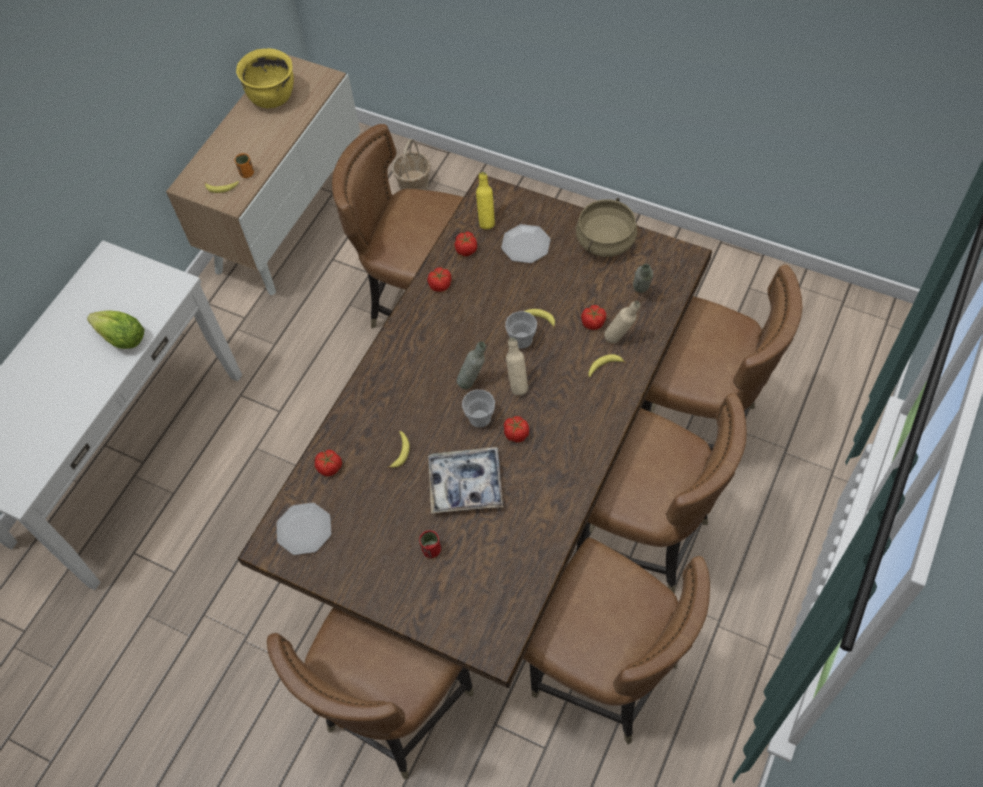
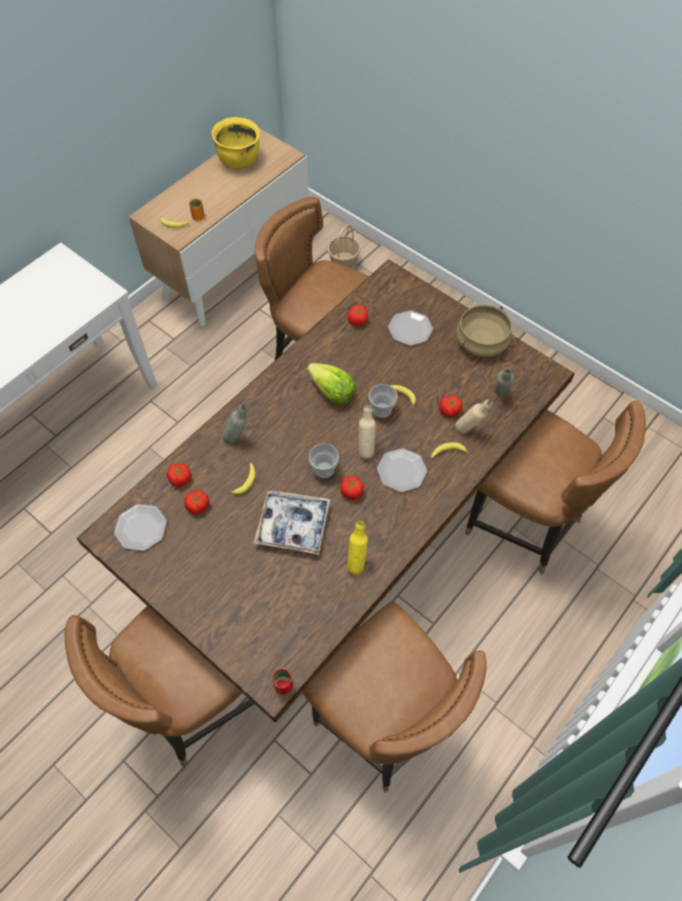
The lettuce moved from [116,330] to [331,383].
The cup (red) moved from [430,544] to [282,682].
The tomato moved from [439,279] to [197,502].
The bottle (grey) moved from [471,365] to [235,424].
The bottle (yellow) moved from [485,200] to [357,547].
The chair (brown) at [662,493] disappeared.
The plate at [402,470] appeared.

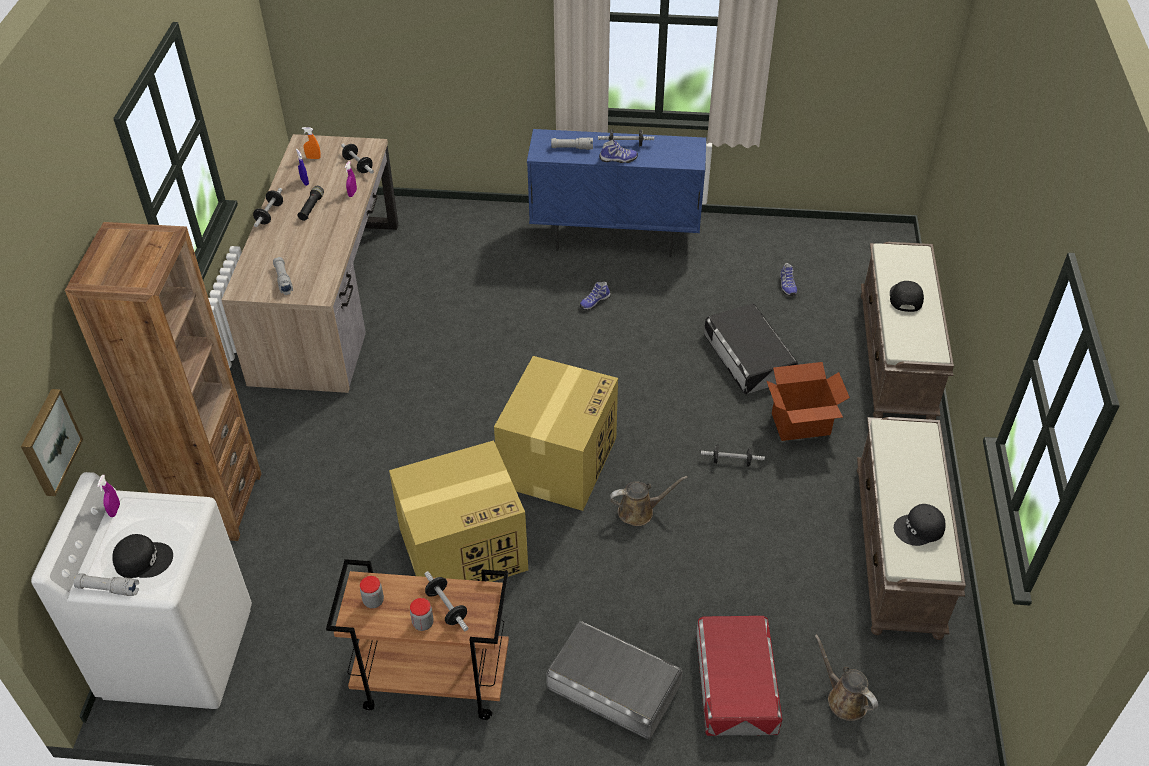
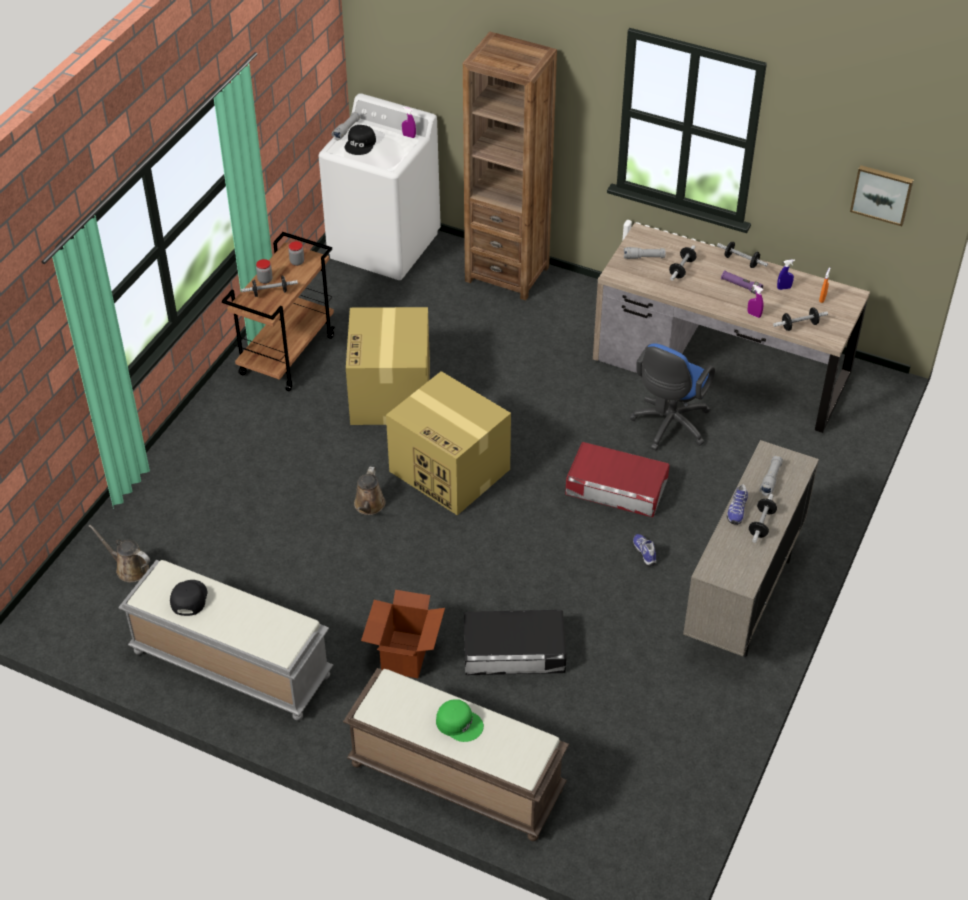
The picture moved from [52,442] to [882,195].
The flashlight (black) at [311,203] became the flashlight (purple) at [742,282].
The cabinet (blue) at [616,193] became the cabinet (beige) at [751,548].
The storage box (grey) at [614,680] disappeared.
The storage box (red) moved from [739,676] to [617,479].
The dumbbell moved from [733,455] to [682,263].
The shoe at [788,279] disappeared.
The watering can (brown) at [846,677] turned 135 degrees counterclockwise.
The bench (brown) at [911,528] became the bench (grey) at [225,640].
The cap (black) at [907,296] became the cap (green) at [460,720].
The office chair (blue) at [672,397] appeared.

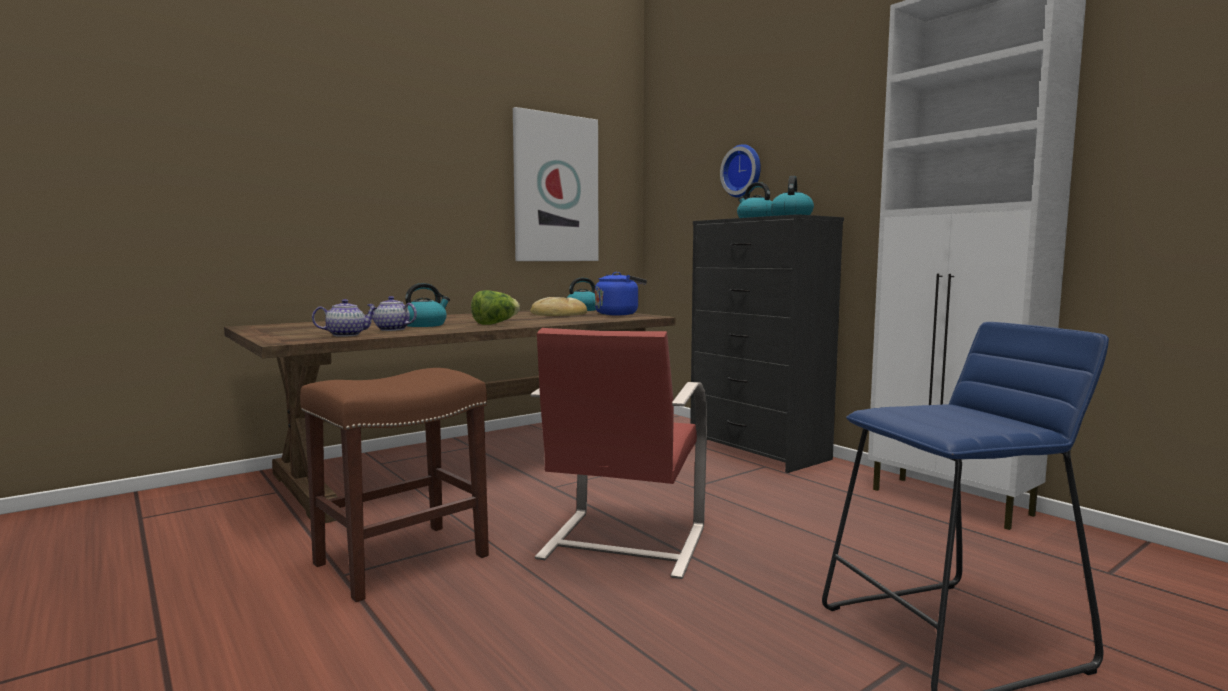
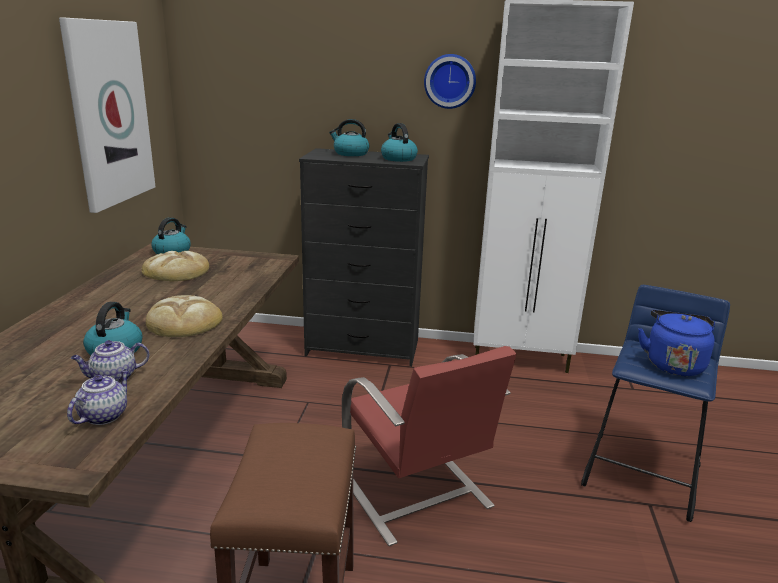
The lettuce at [495,307] was replaced by the bread at [184,316].
The kettle (blue) moved from [621,294] to [676,343].
The wall clock moved from [740,171] to [450,81].

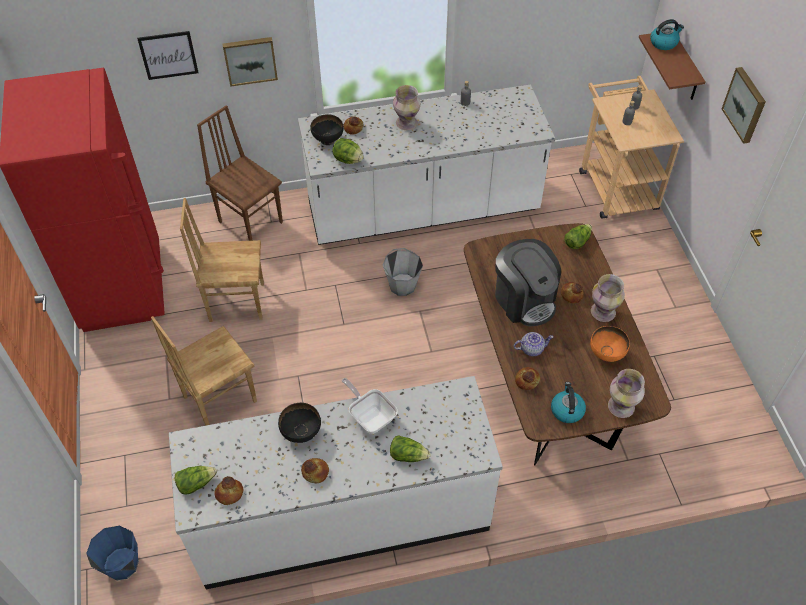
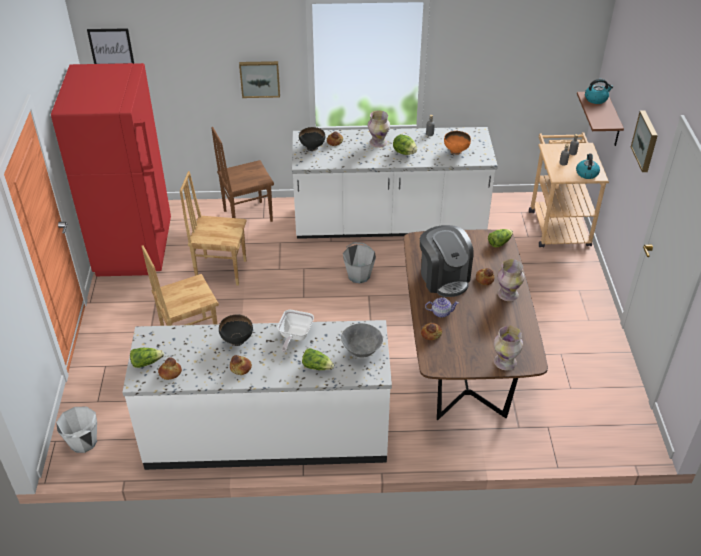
The bucket (blue) at [112,553] became the bucket (white) at [76,430].
The picture moved from [168,55] to [110,46].
The chair (brown) at [240,173] turned 75 degrees counterclockwise.
The lettuce moved from [348,151] to [405,144].
The frying pan at [369,406] turned 135 degrees counterclockwise.
The kettle moved from [568,402] to [588,166].
The bowl (orange) moved from [610,344] to [457,143].
The bowl (grey) at [362,340] appeared.

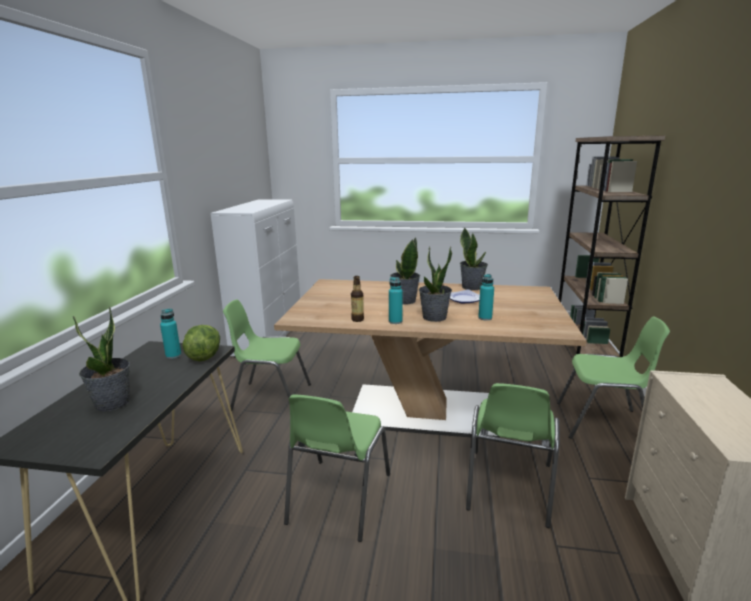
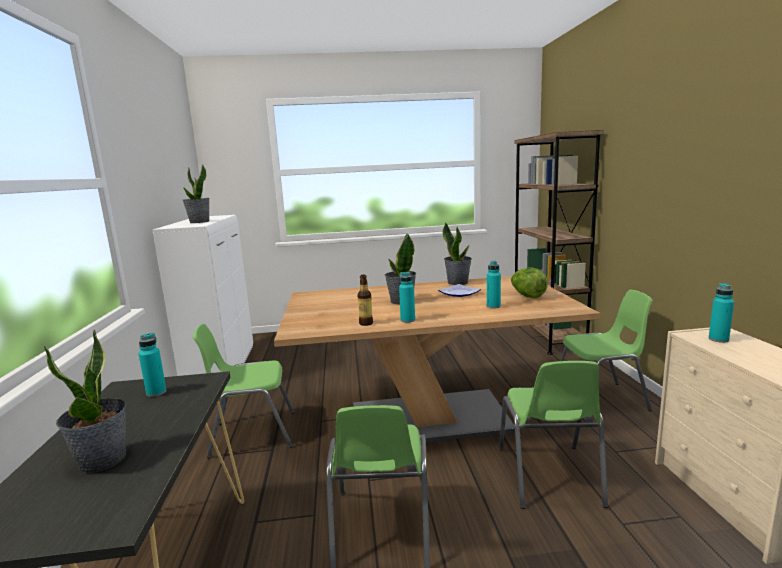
The lettuce moved from [201,343] to [529,282].
The potted plant moved from [435,284] to [196,194].
The bottle (turquoise) at [721,313] appeared.

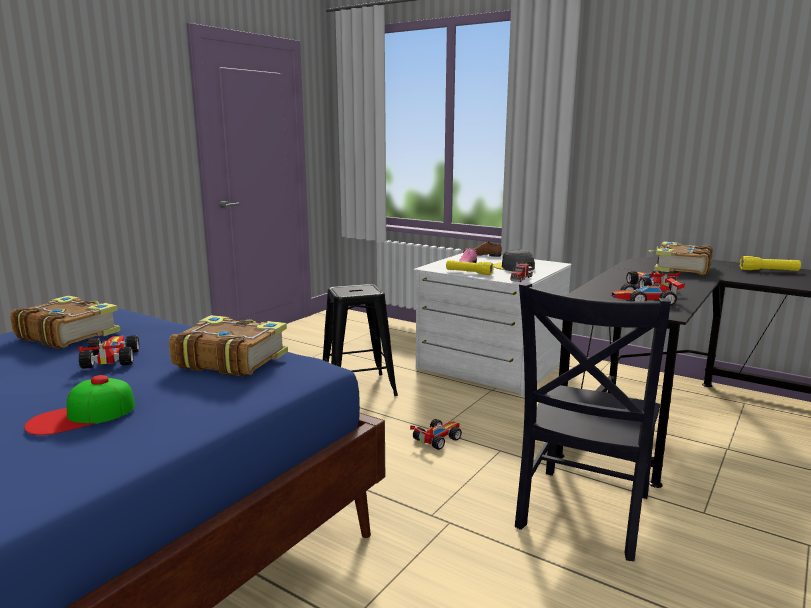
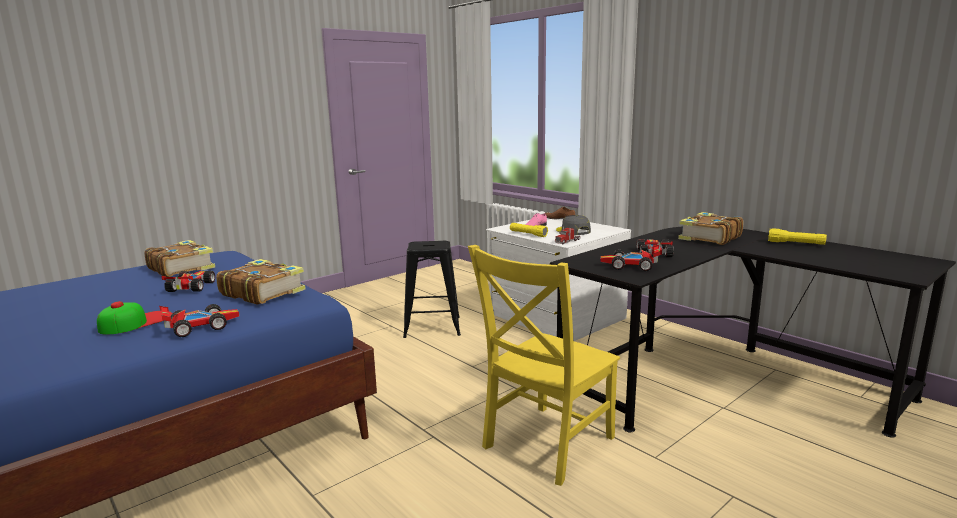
The cap at [79,405] turned 150 degrees clockwise.
The toy car moved from [436,434] to [199,320].
The chair (black) at [593,422] became the chair (yellow) at [544,365].

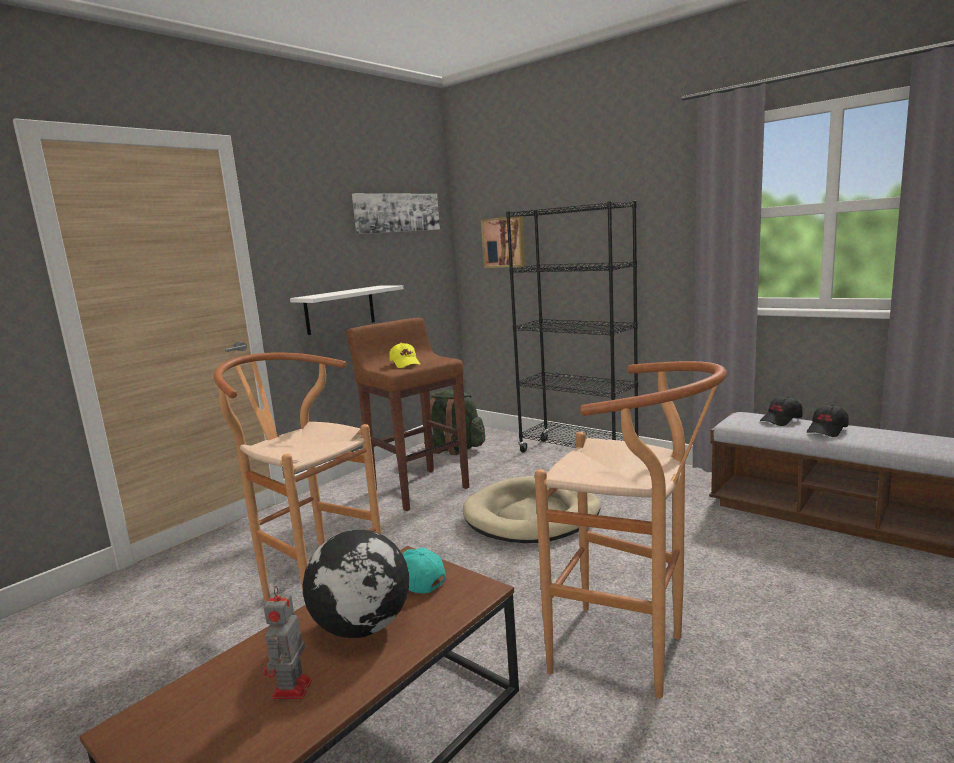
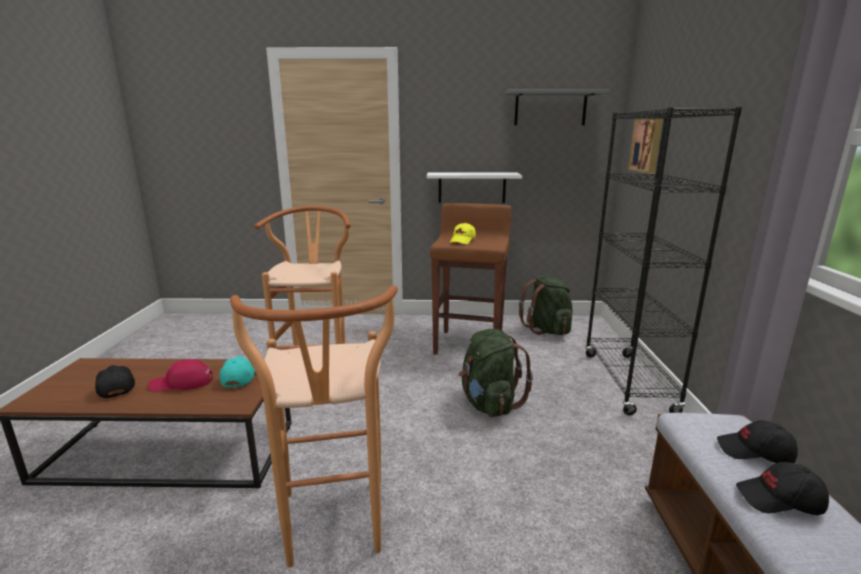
The toy robot at [287,642] was replaced by the cap (black) at [115,381].
The globe at [356,584] was replaced by the cap (red) at [181,375].
The picture at [396,213] was replaced by the shelf (grey) at [557,107].
The dog bed (beige) at [532,509] was replaced by the backpack (green) at [495,373].

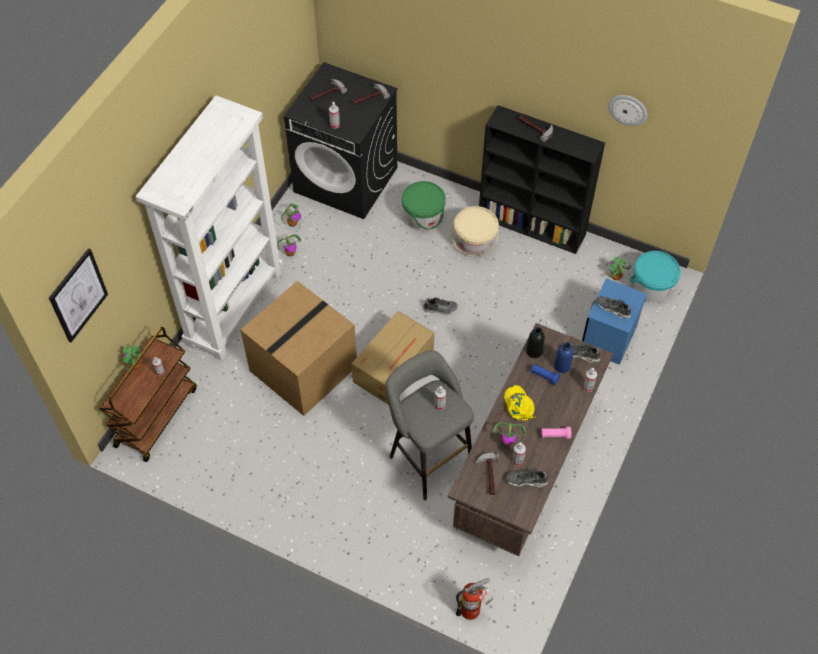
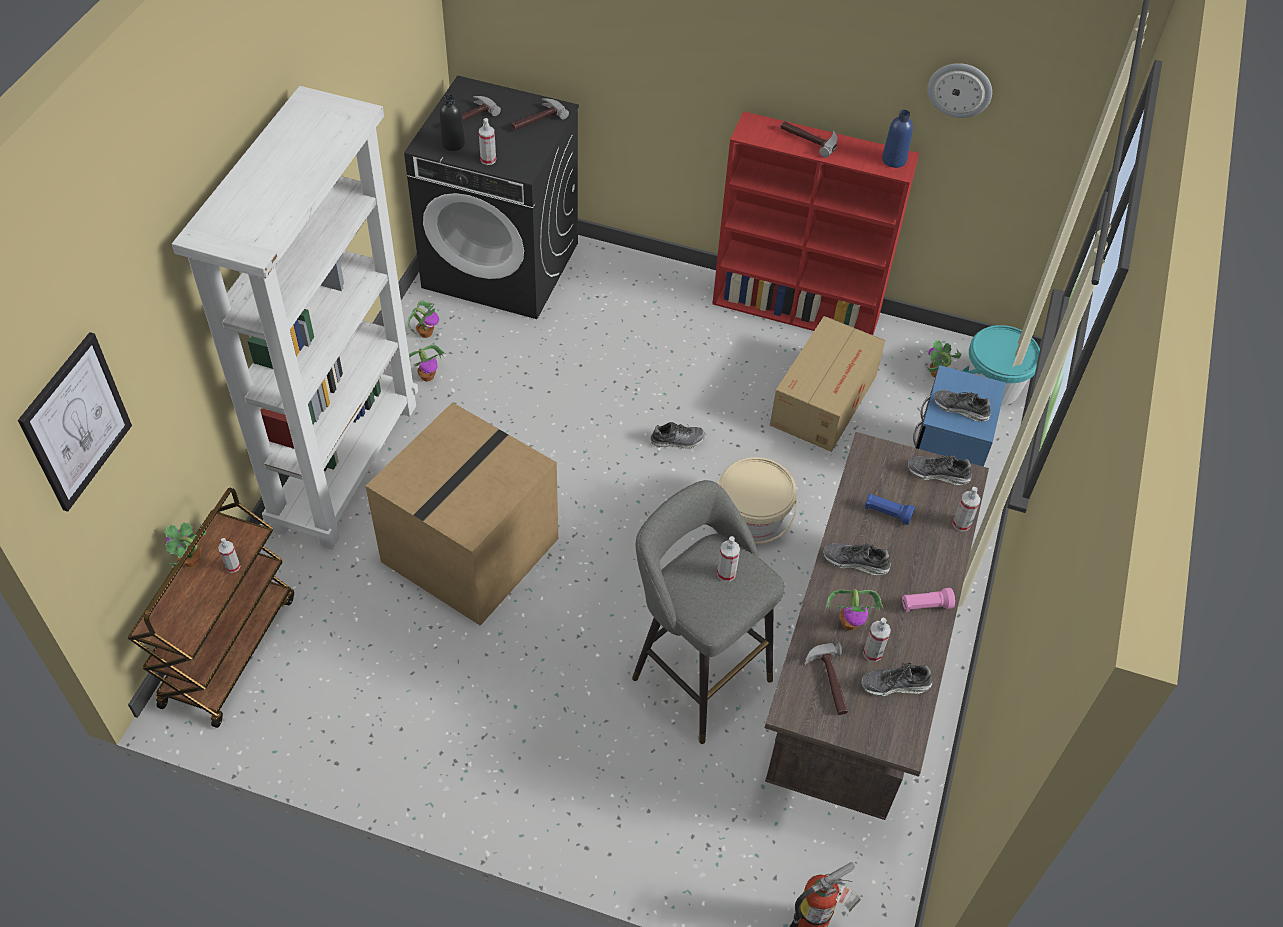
The cardboard box moved from [392,358] to [827,384].
The bucket (green) at [424,206] disappeared.
The bucket (beige) moved from [475,231] to [757,501].
The bookcase (black) at [542,179] became the bookcase (red) at [815,223].
The cap (yellow) at [520,403] was replaced by the shoe at [856,559].
The bottle (black) moved from [535,342] to [452,123].
The bottle (blue) moved from [563,357] to [897,139].

